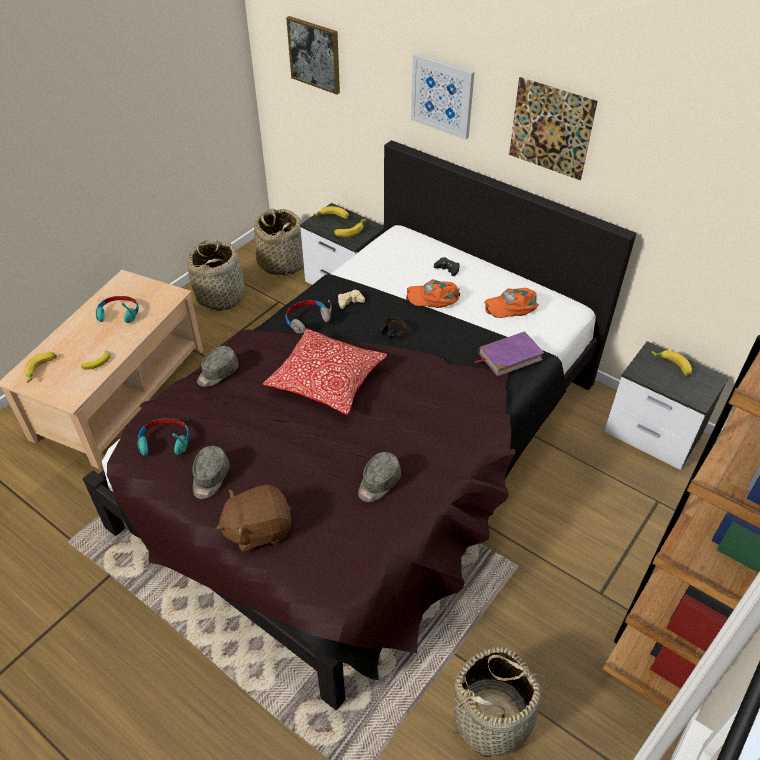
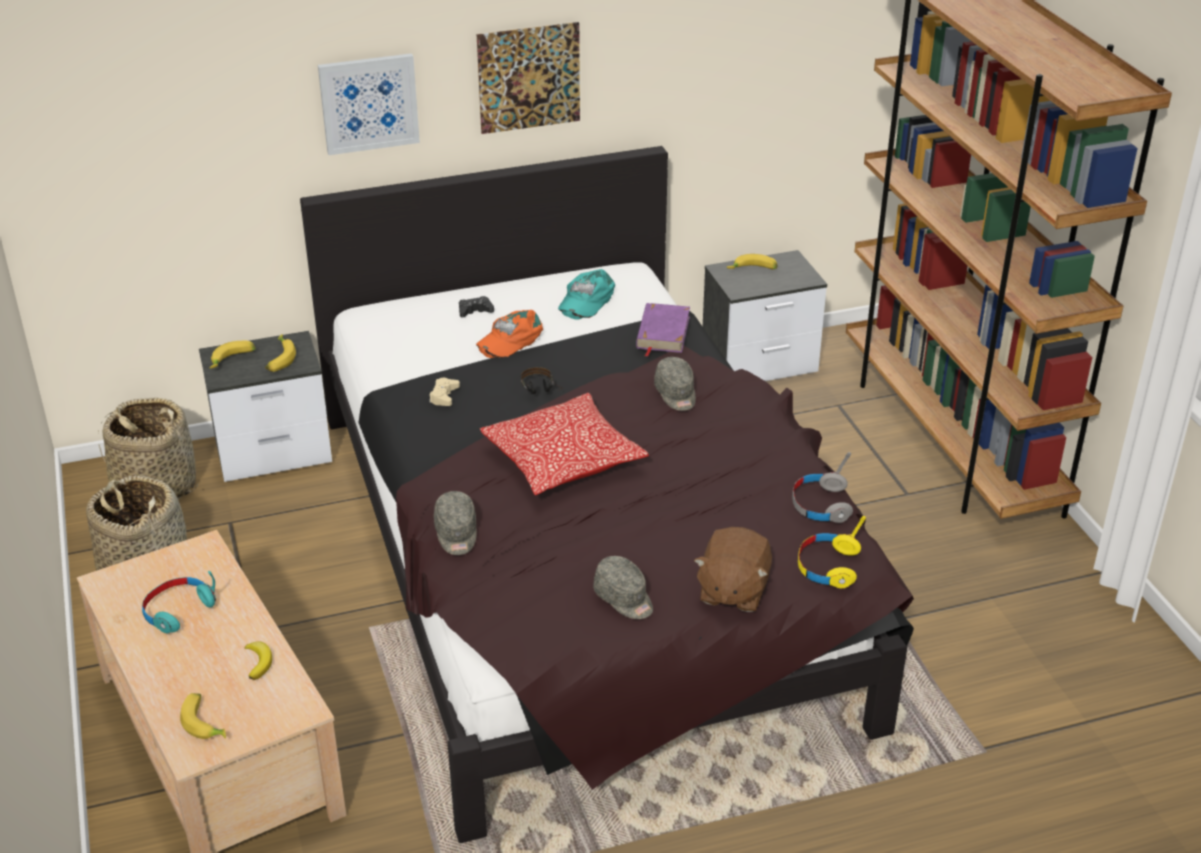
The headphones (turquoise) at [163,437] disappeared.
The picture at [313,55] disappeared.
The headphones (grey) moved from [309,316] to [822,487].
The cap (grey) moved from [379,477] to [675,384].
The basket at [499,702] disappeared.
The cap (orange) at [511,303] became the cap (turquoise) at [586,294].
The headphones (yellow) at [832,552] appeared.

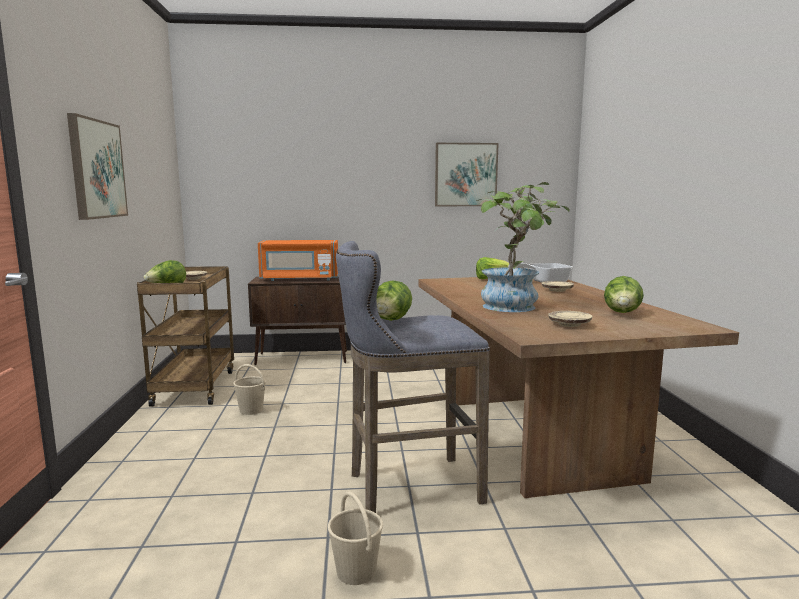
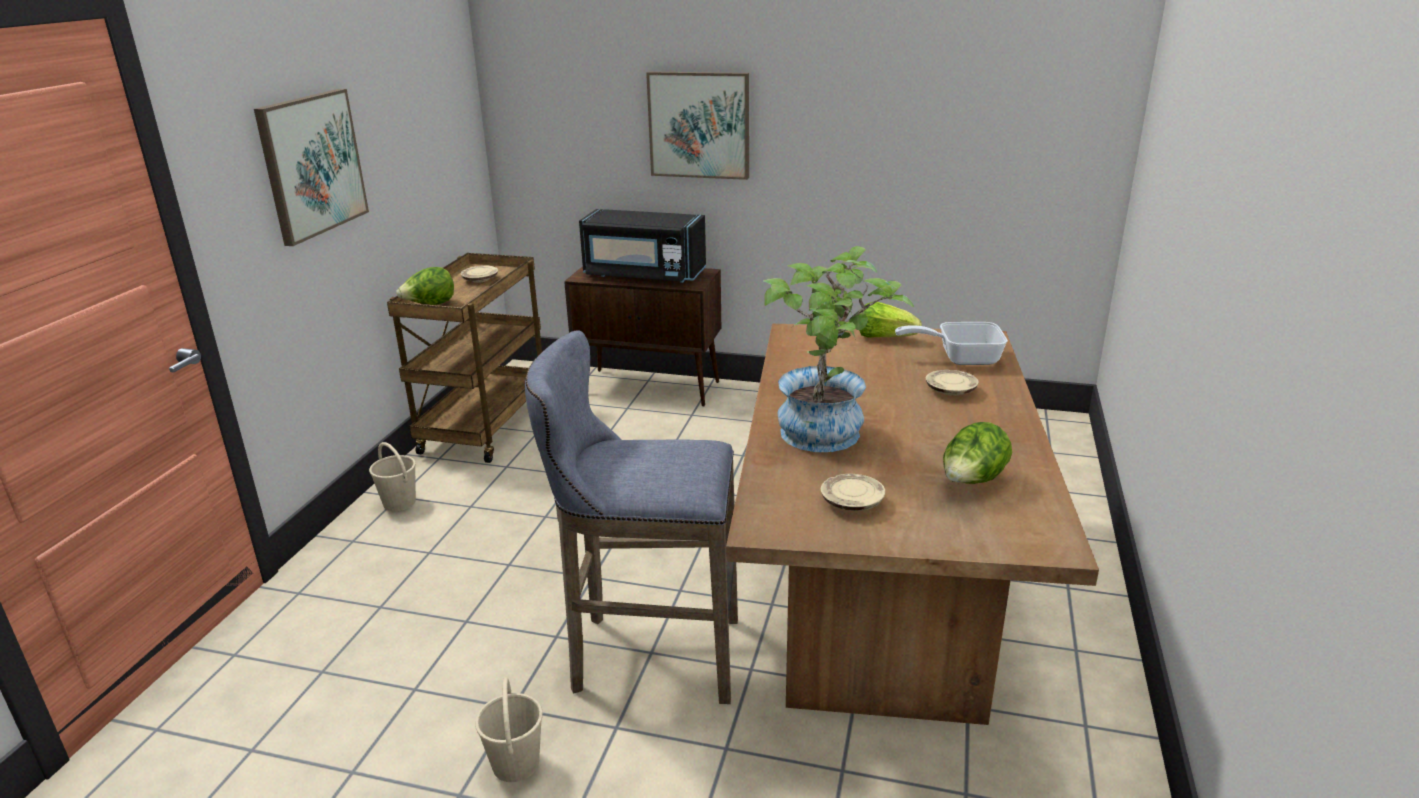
The bucket (beige) moved from [249,389] to [392,476].
The microwave (orange) at [298,260] became the microwave (black) at [642,246].
The lettuce at [394,300] disappeared.
The picture moved from [467,174] to [697,125].

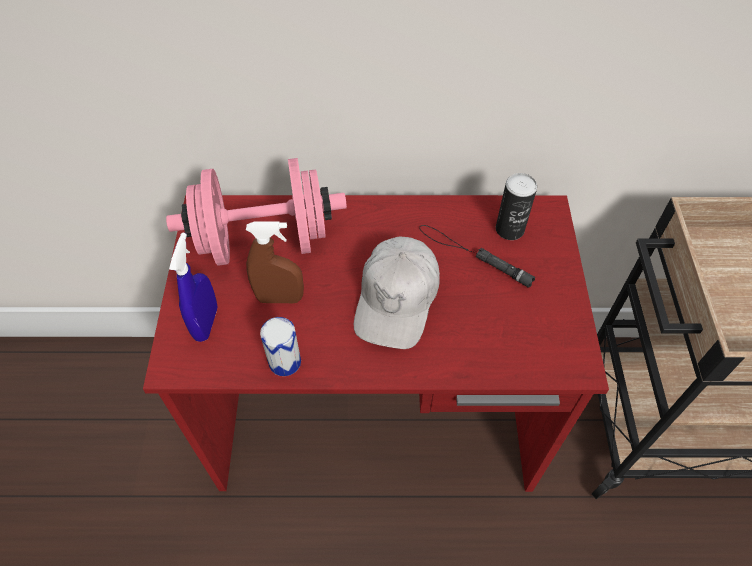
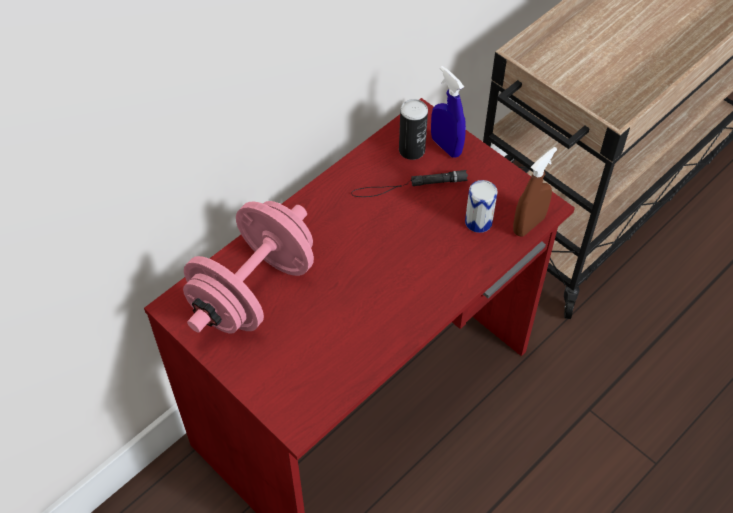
The spray bottle (blue) moved from [193,287] to [448,112].
The spray bottle (brown) moved from [275,262] to [535,191].
The can moved from [280,346] to [481,206].
The cap (white) at [397,292] disappeared.

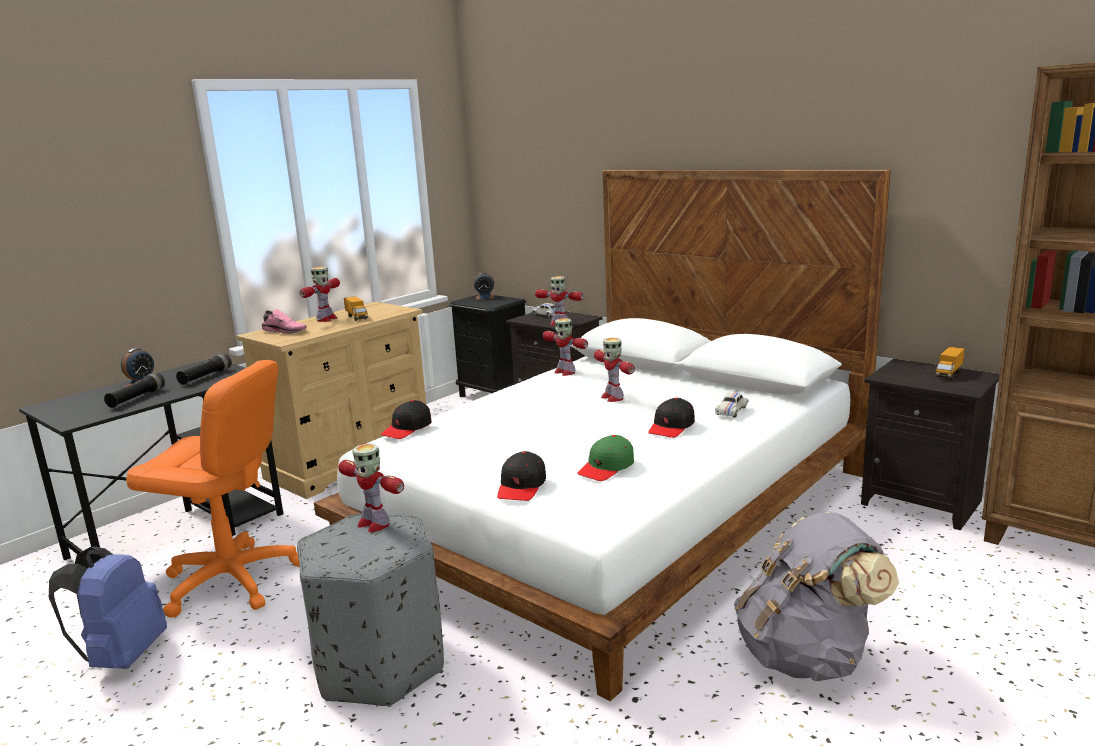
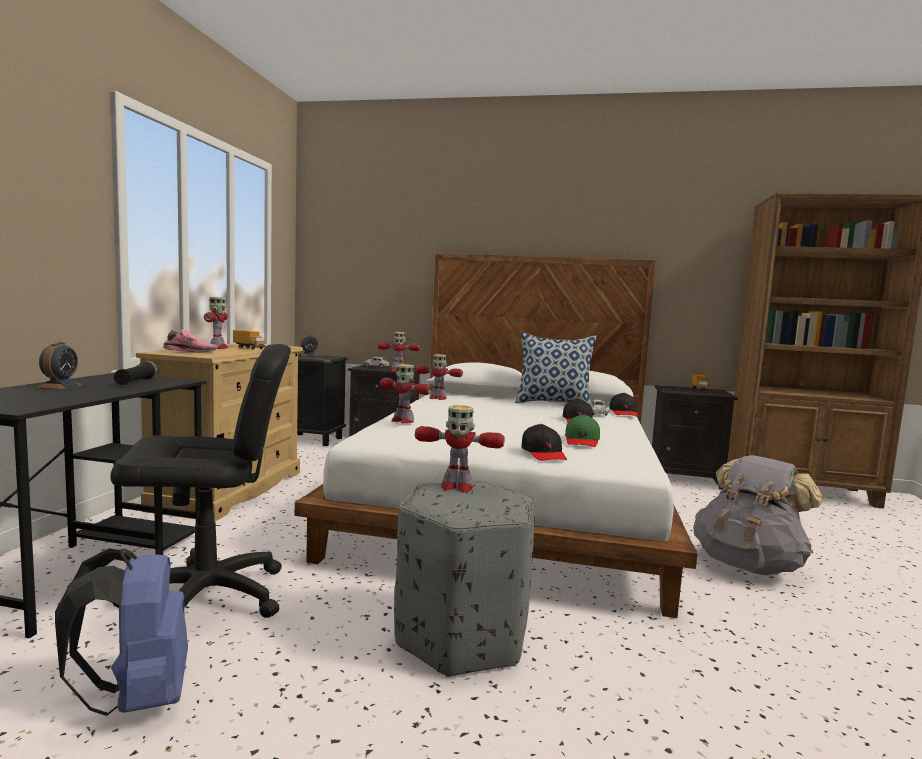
The flashlight (black) at [134,390] disappeared.
The office chair (orange) at [213,489] became the office chair (black) at [201,481].
The cap (black) moved from [406,419] to [623,404].
The toy robot moved from [614,370] to [406,394].
The pillow at [555,368] appeared.

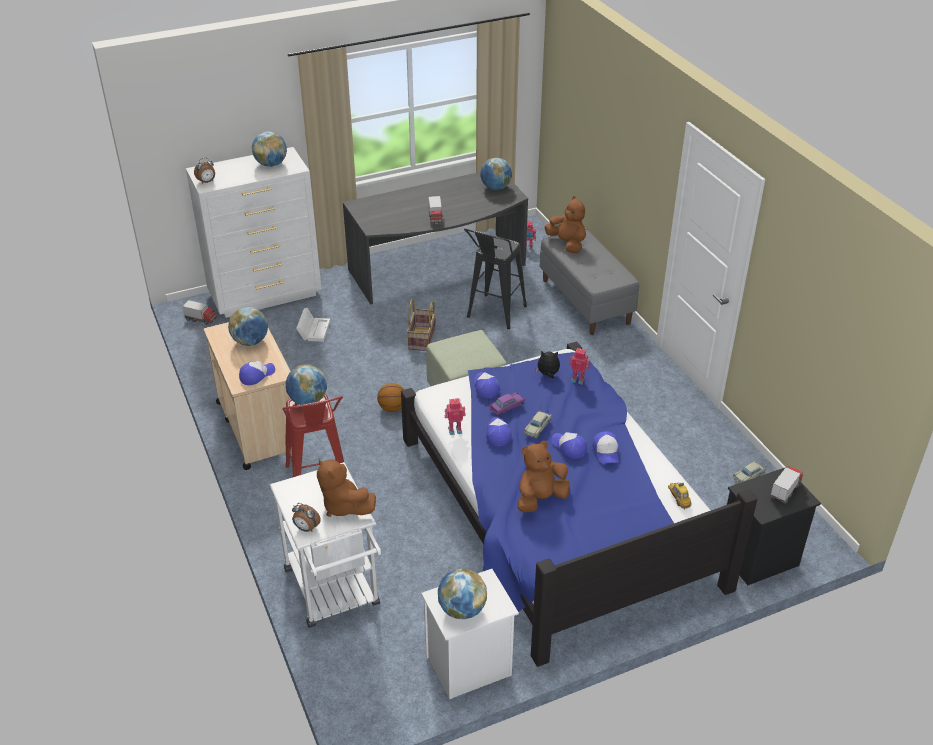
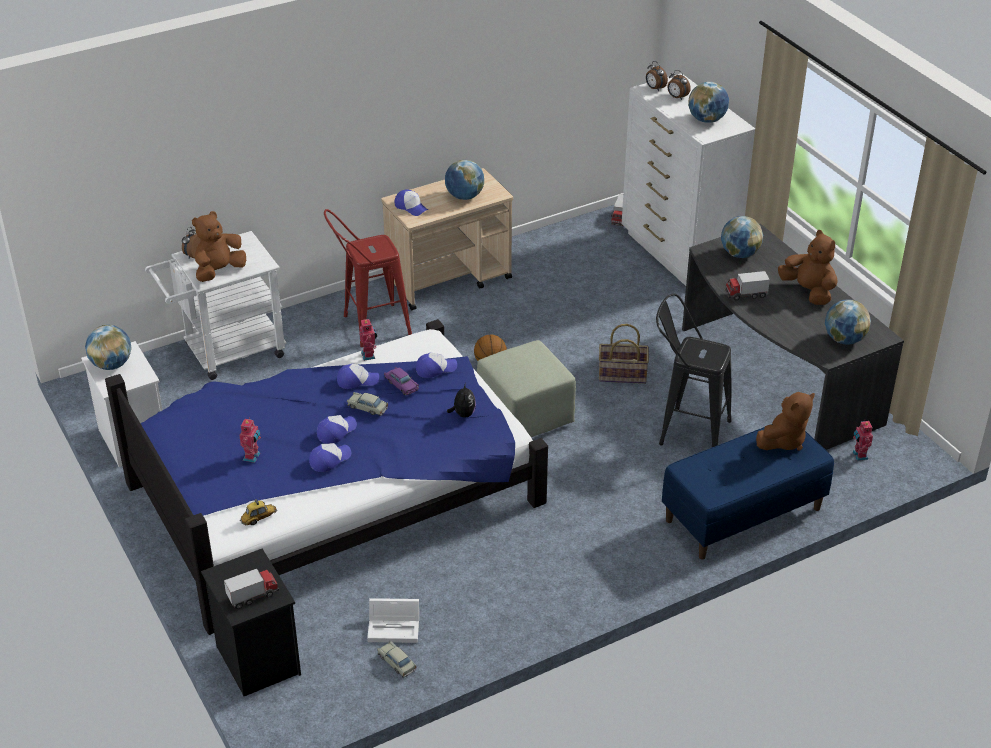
The globe moved from [306,385] to [742,237].
The storage box (white) moved from [313,325] to [393,620].
The plush toy (brown) moved from [544,476] to [807,267].
The bench (grey) at [589,282] became the bench (blue) at [748,492].
The toy robot moved from [579,366] to [250,441].
The cap at [605,447] turned 150 degrees clockwise.
The toy truck at [787,485] turned 60 degrees counterclockwise.
The alarm clock at [679,85] appeared.

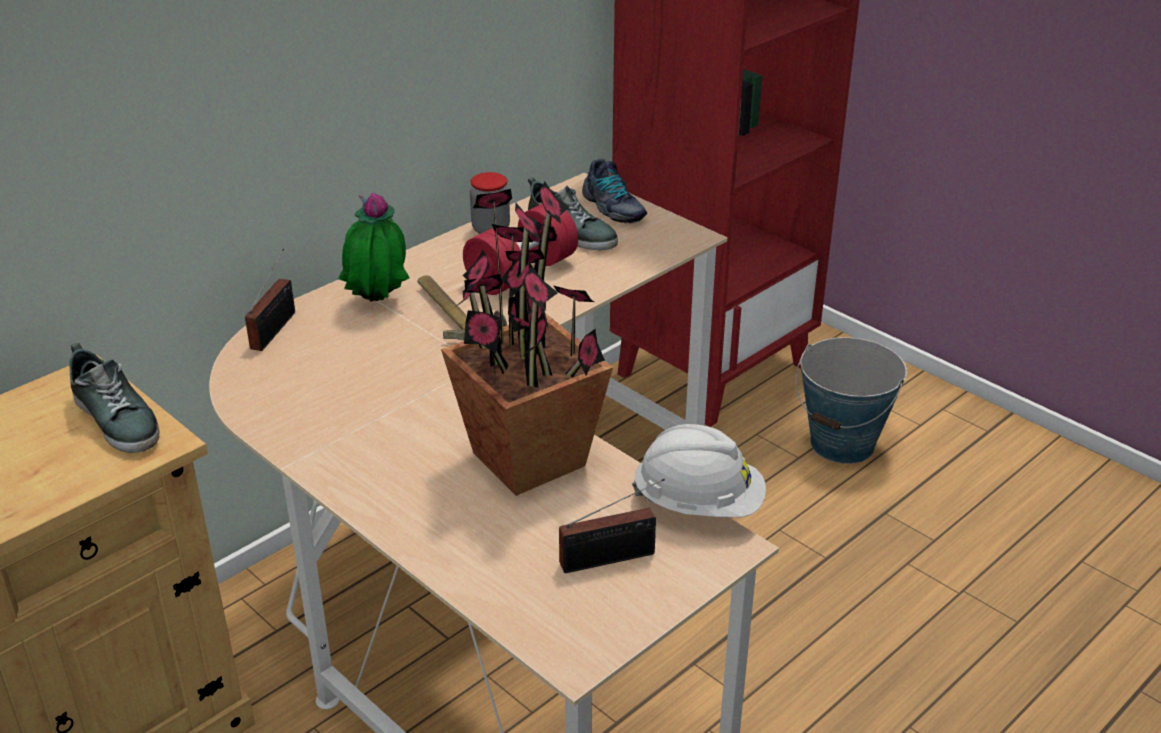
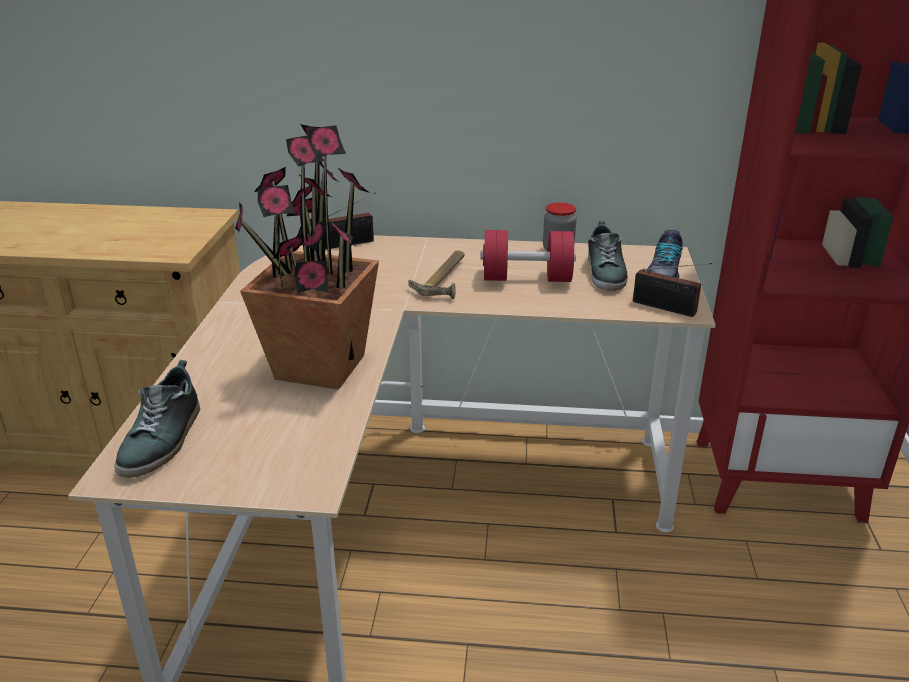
The shoe moved from [114,398] to [157,419].
The potted plant at [374,247] disappeared.
The radio moved from [612,526] to [672,290].
The hard hat (white) at [699,471] disappeared.
The bucket at [851,400] disappeared.

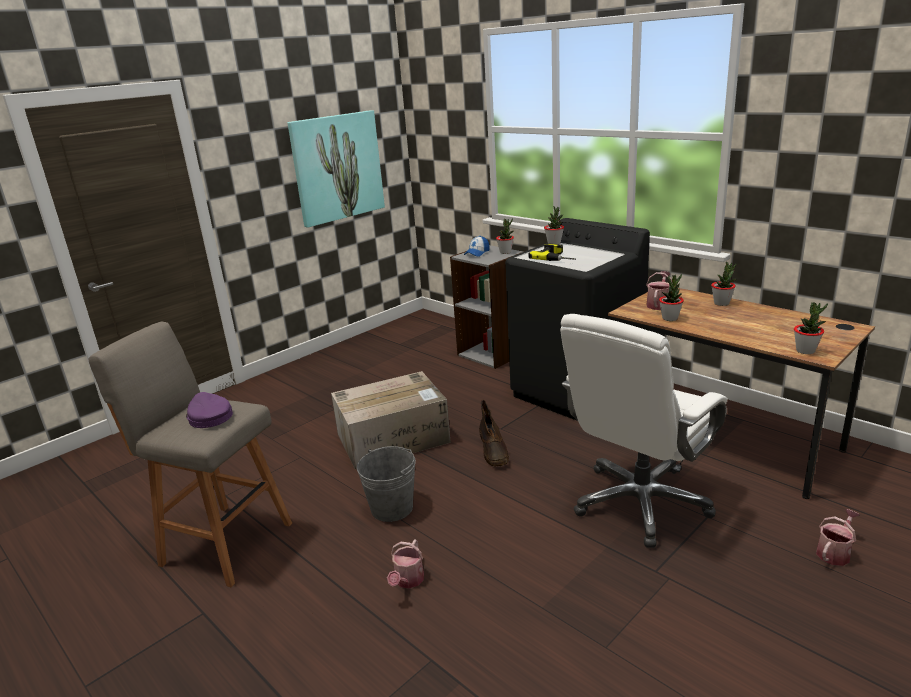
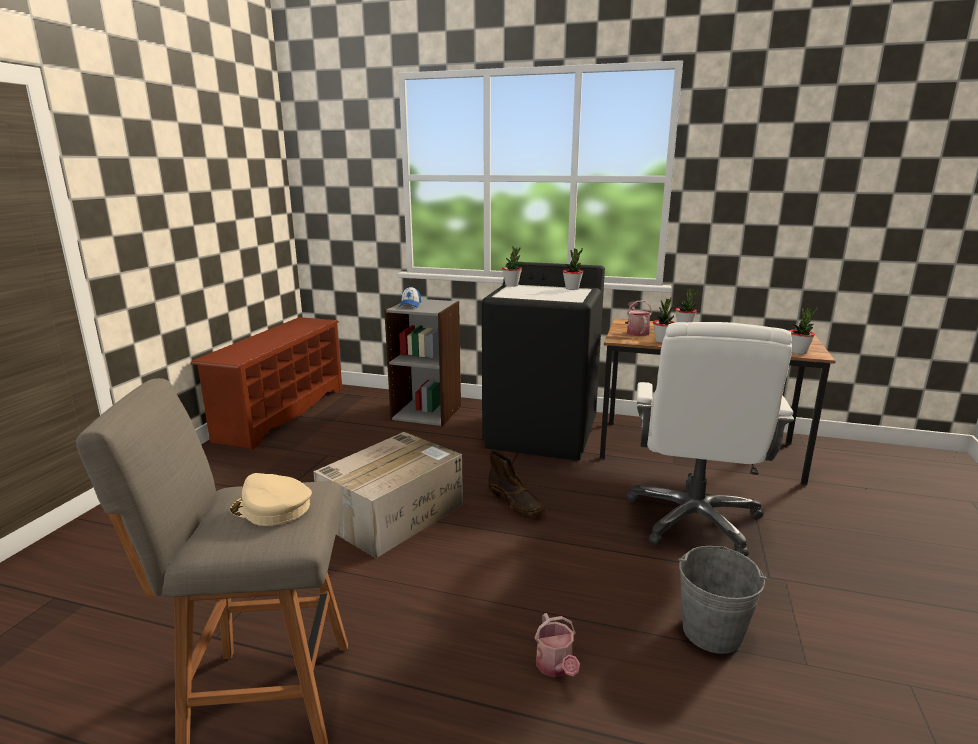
The cap (purple) at [209,410] became the cap (beige) at [271,499].
The picture at [336,169] disappeared.
The bucket (grey) moved from [386,484] to [722,600].
The potted plant moved from [505,236] to [573,269].
The power drill at [552,252] disappeared.
The watering can at [837,537] disappeared.
The shoe rack (brown) at [266,383] appeared.

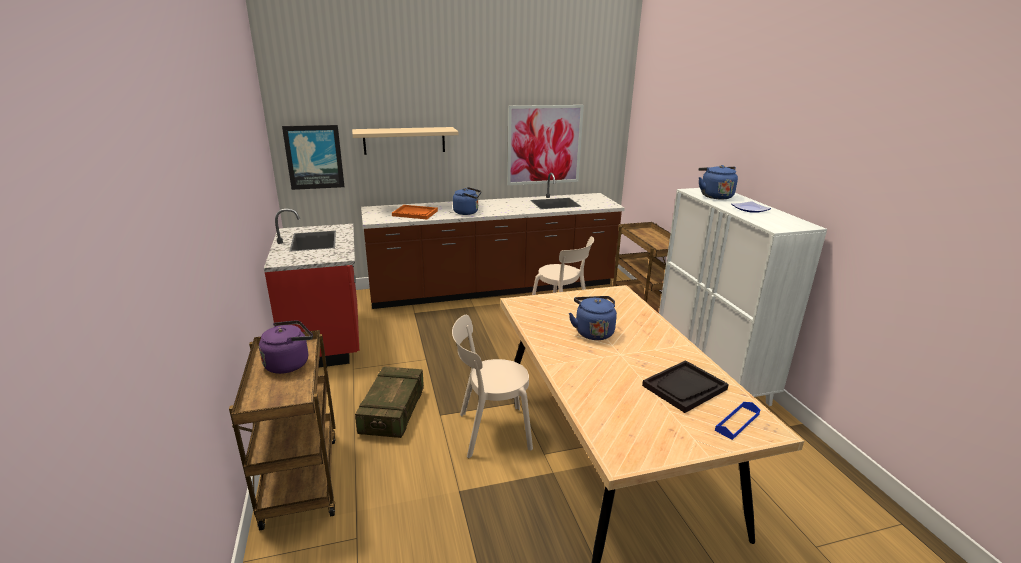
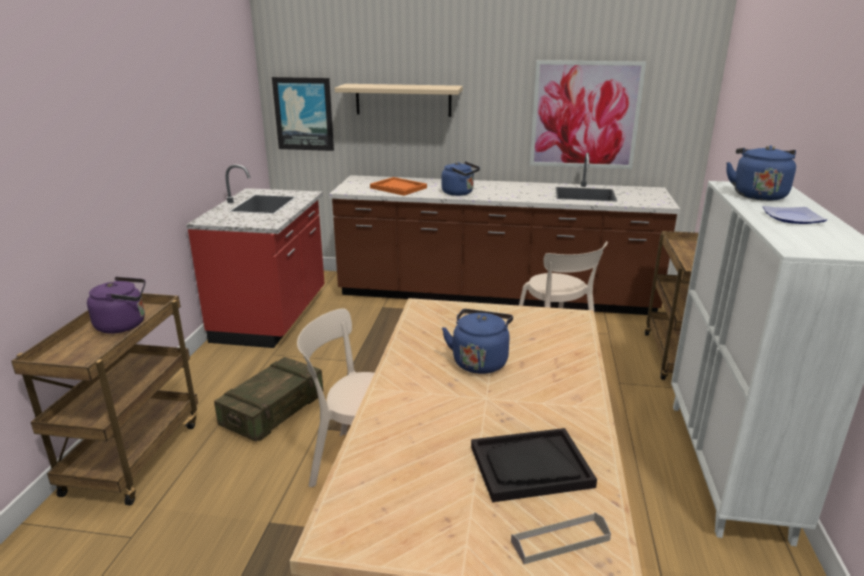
The tray (blue) at [737,421] became the tray (grey) at [561,538].

